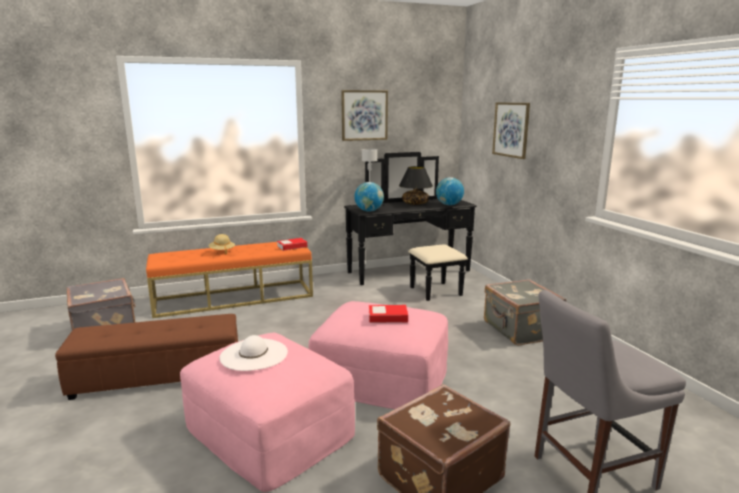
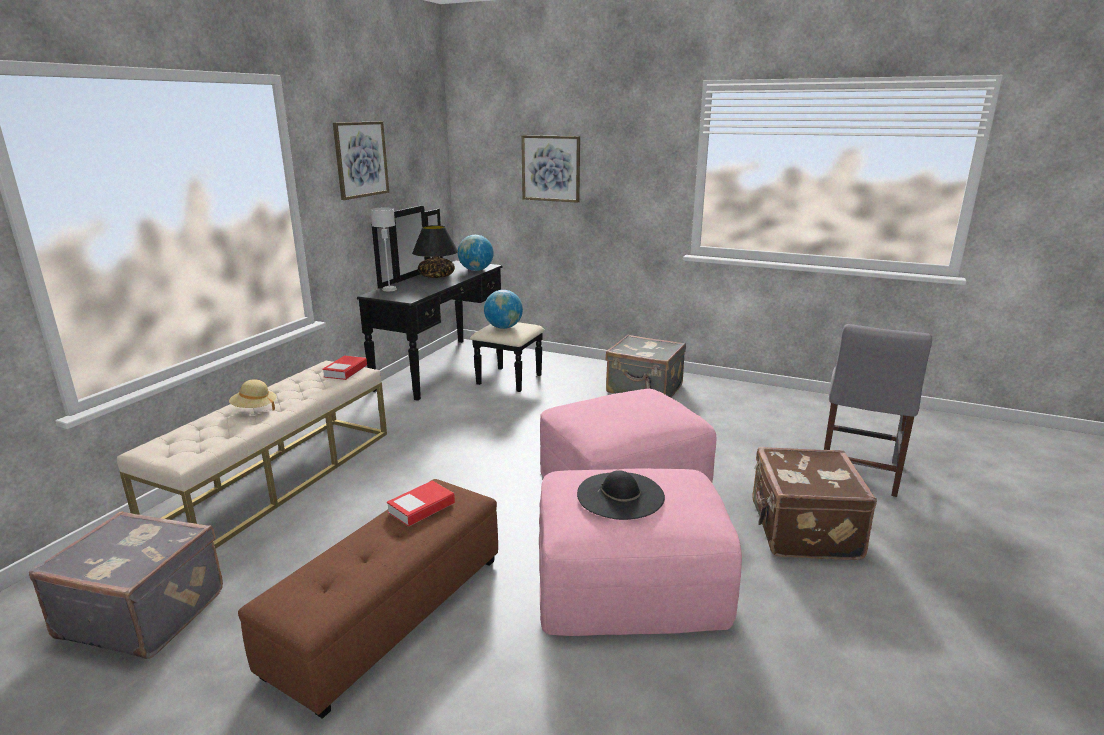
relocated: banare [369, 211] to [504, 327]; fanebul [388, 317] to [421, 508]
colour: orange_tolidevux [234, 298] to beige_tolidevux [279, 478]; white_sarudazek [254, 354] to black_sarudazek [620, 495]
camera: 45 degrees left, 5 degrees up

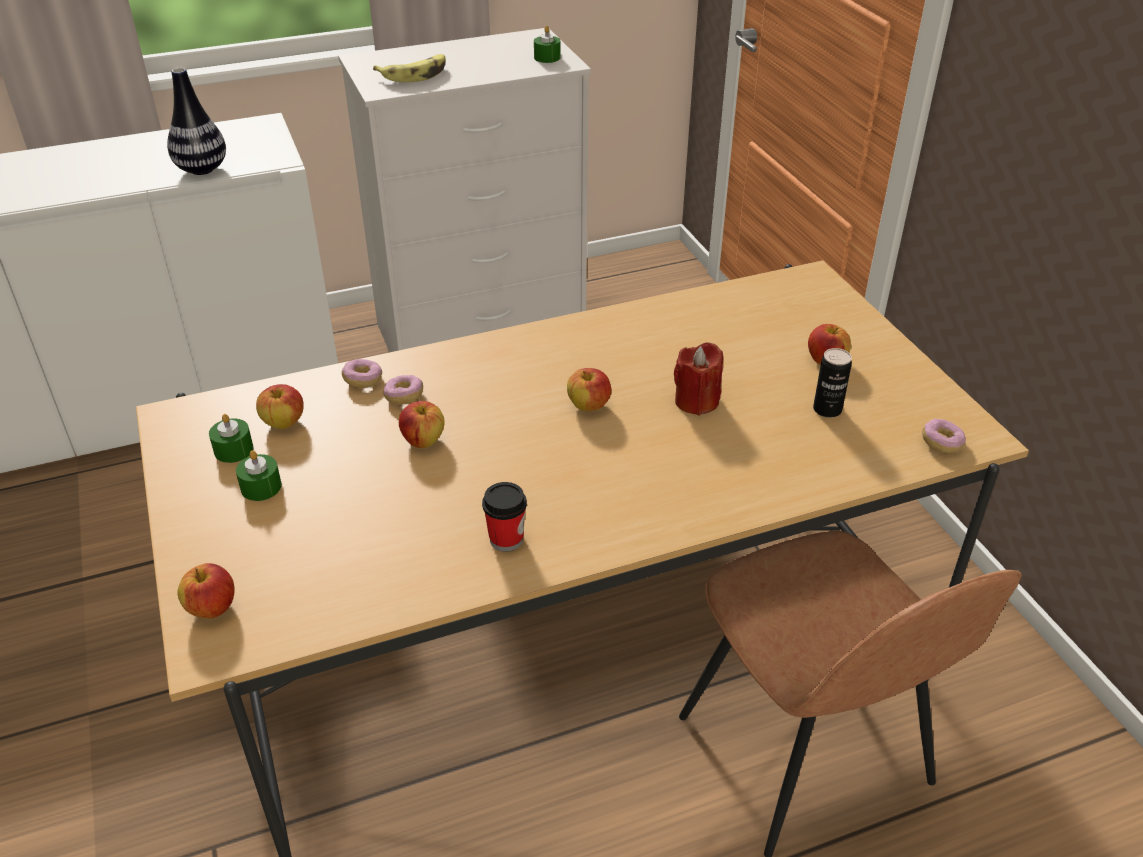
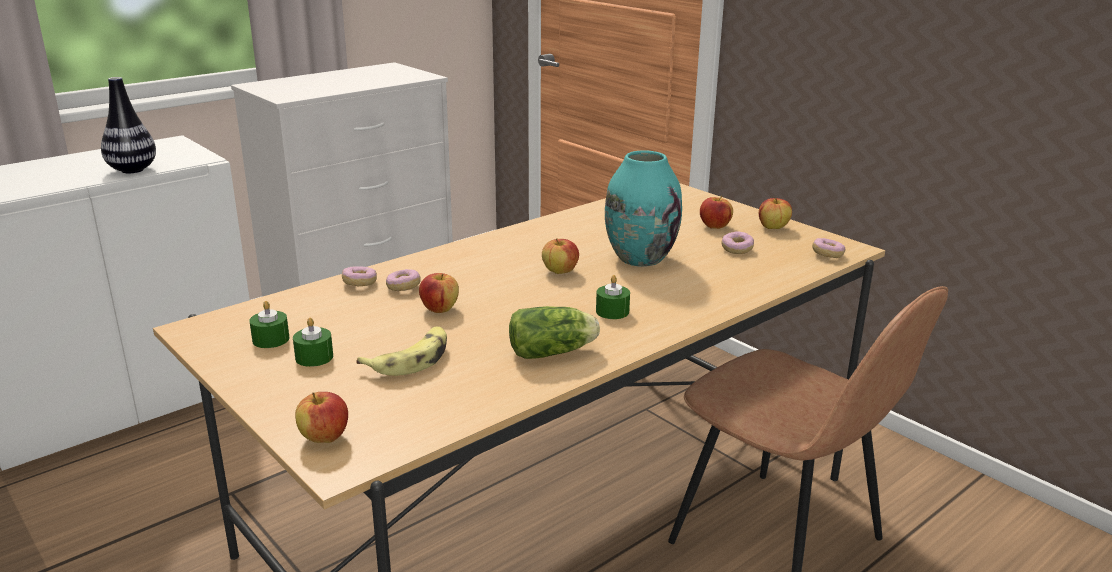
relocated: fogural [284, 423] to [773, 227]; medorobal [415, 74] to [411, 359]; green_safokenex [547, 57] to [612, 311]
exchanged: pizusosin [506, 539] to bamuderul [554, 352]; red_safokenex [696, 401] to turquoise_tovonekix [640, 258]; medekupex [827, 409] to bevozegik [736, 249]
camera: 20 degrees left, 15 degrees down

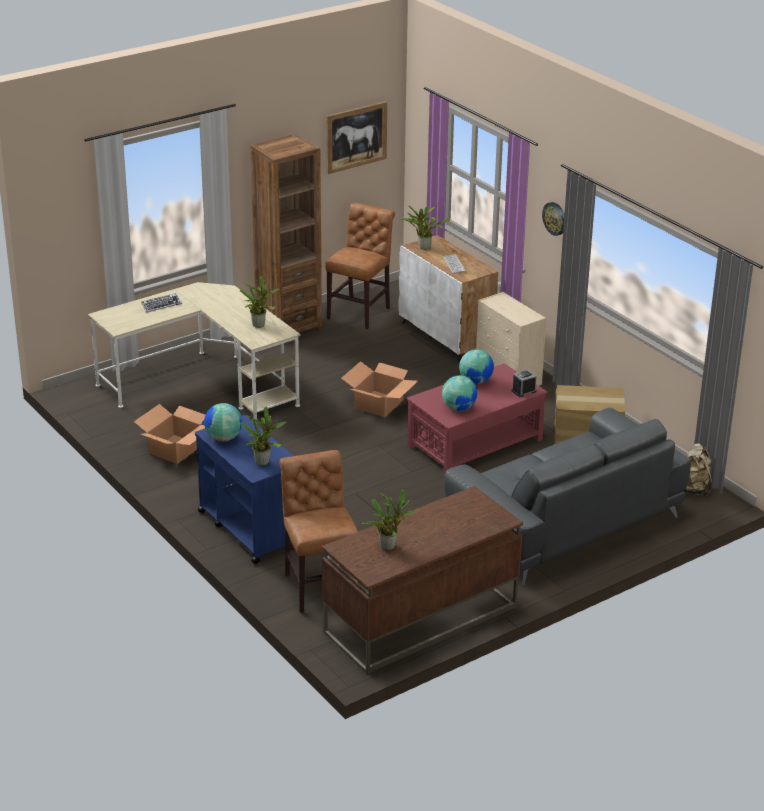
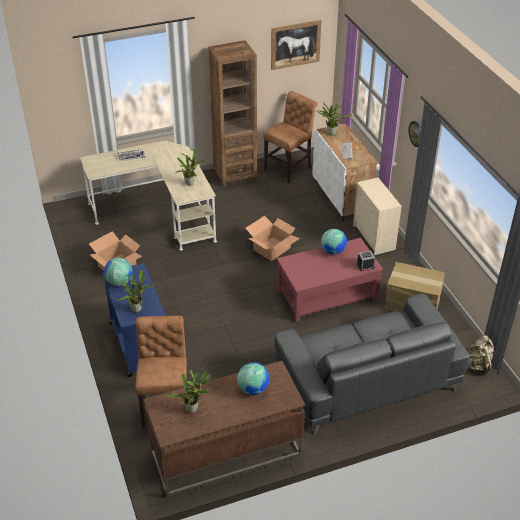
relocated: banare [459, 408] to [253, 389]
camera: 15 degrees right, 10 degrees up

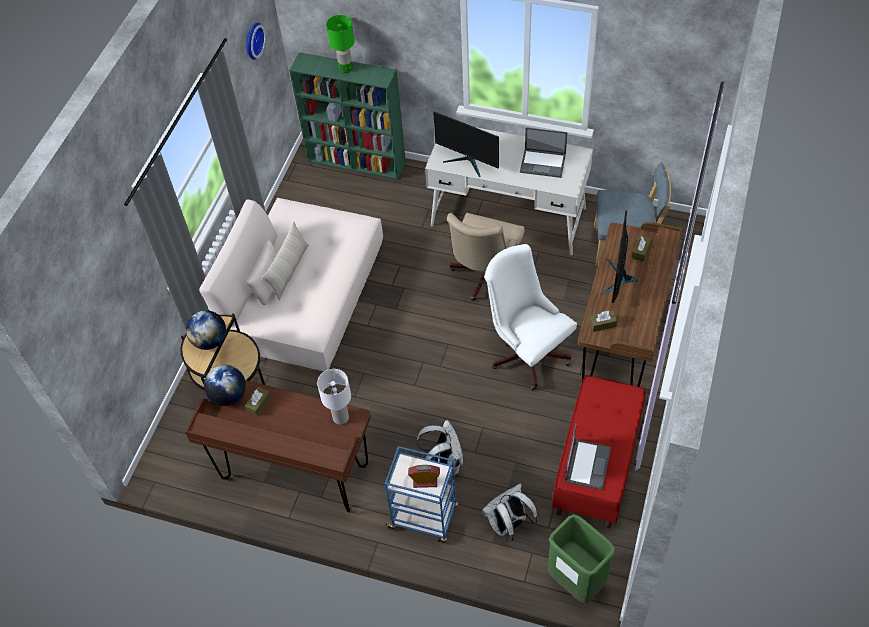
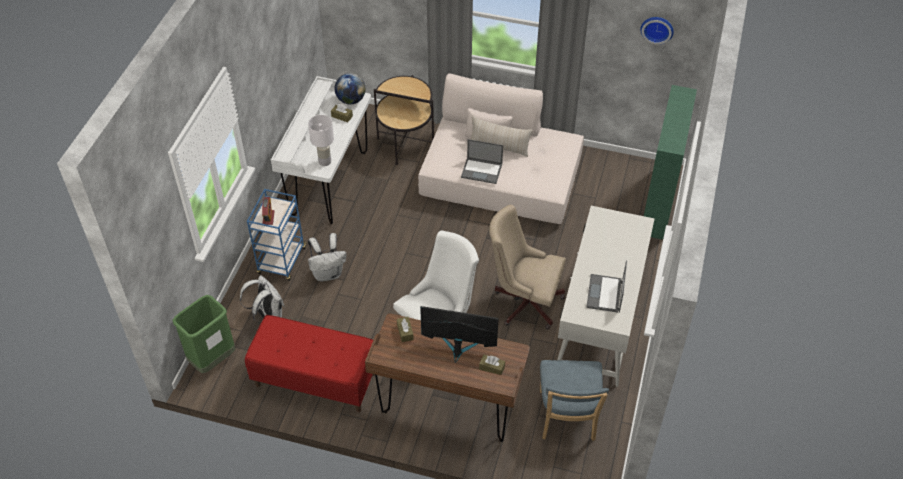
missing: banare [210, 341]; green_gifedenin [345, 68]; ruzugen [468, 161]
relocated: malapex [587, 464] to [482, 170]
colour: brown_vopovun [295, 473] to white_vopovun [329, 183]
camera: 85 degrees right, 5 degrees down

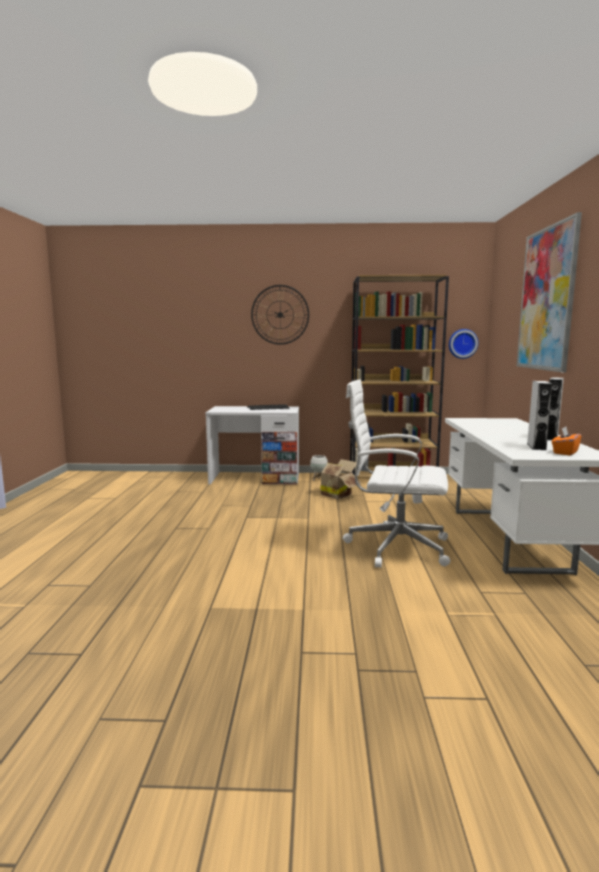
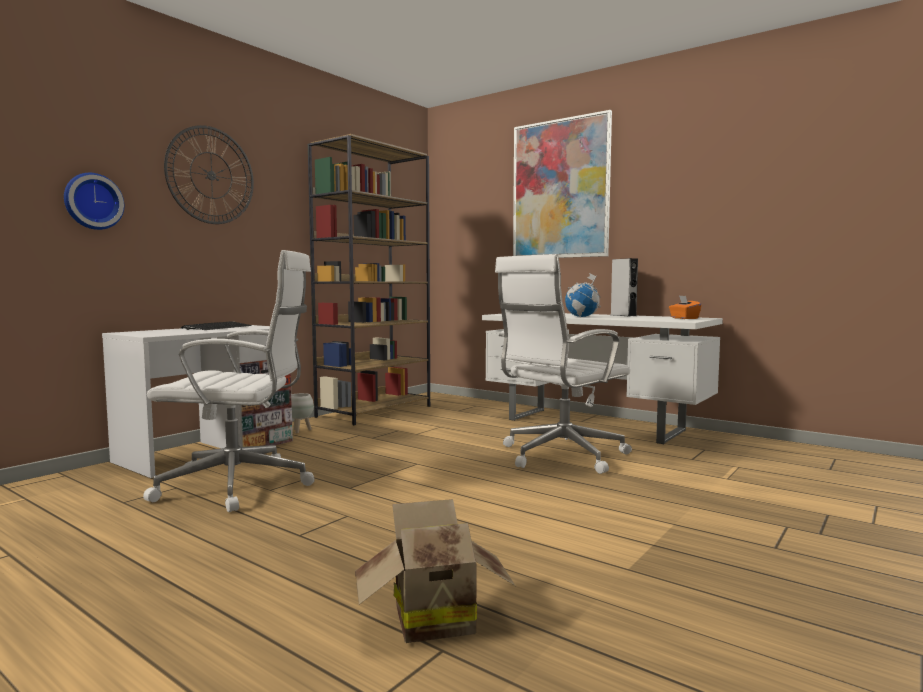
missing: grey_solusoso [536, 446]
appeared: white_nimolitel [240, 485]; banare [582, 317]
relocated: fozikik [336, 494] to [430, 618]; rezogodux [462, 343] to [92, 201]
camera: 55 degrees left, 5 degrees down

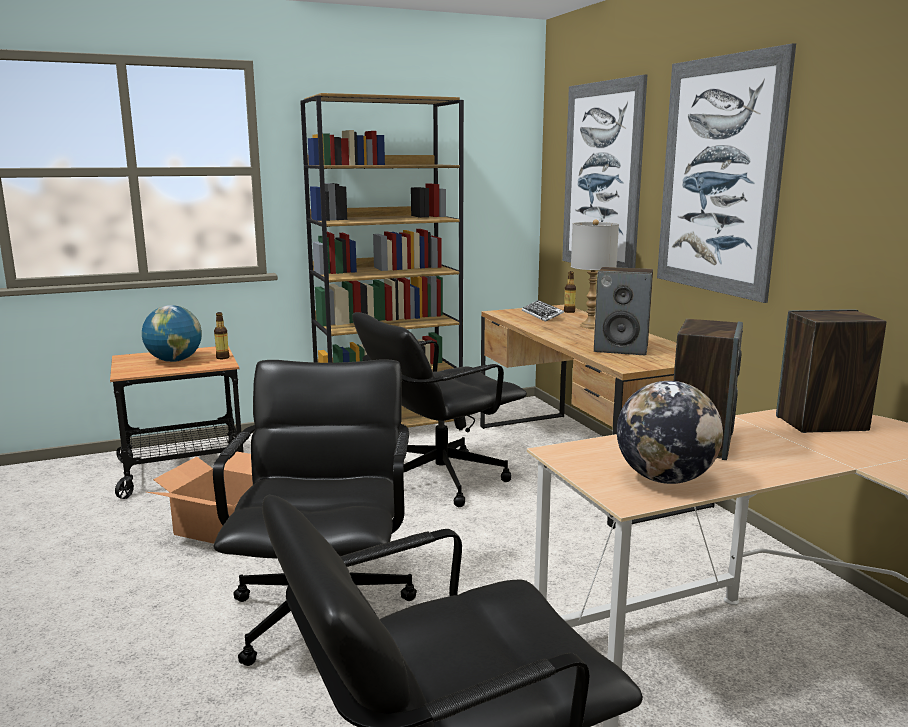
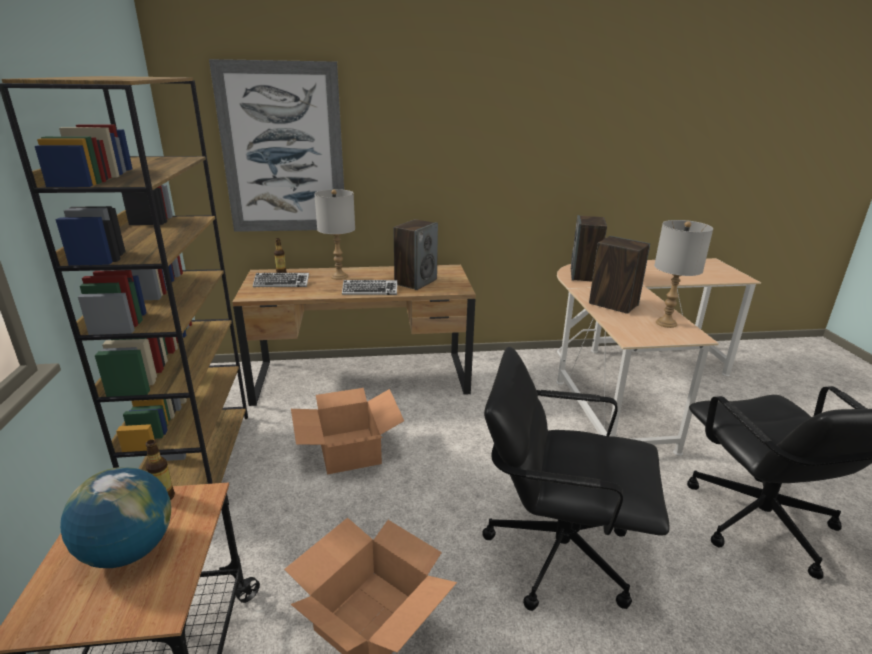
missing: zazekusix [719, 176]
appeared: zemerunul [370, 291]
exchanged: black_nimolitel [439, 479] to fozikik [348, 451]; banare [665, 479] to grey_gifedenin [666, 323]
camera: 75 degrees left, 10 degrees up

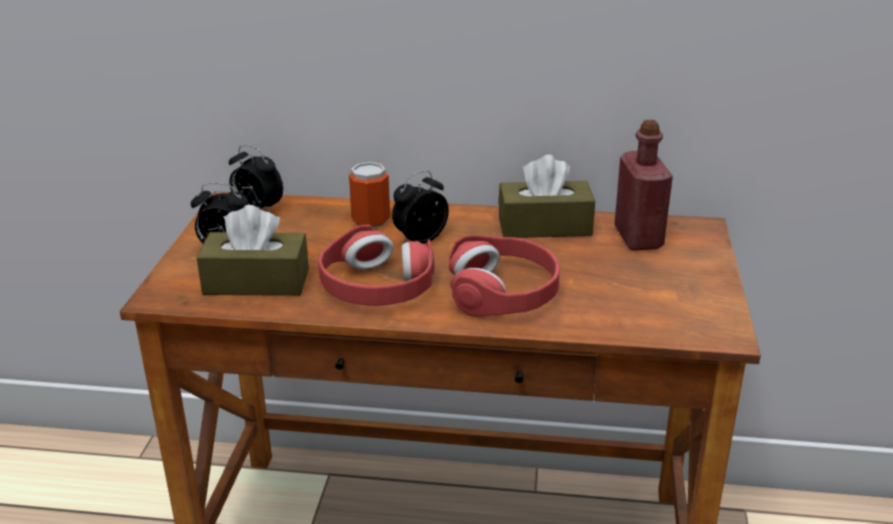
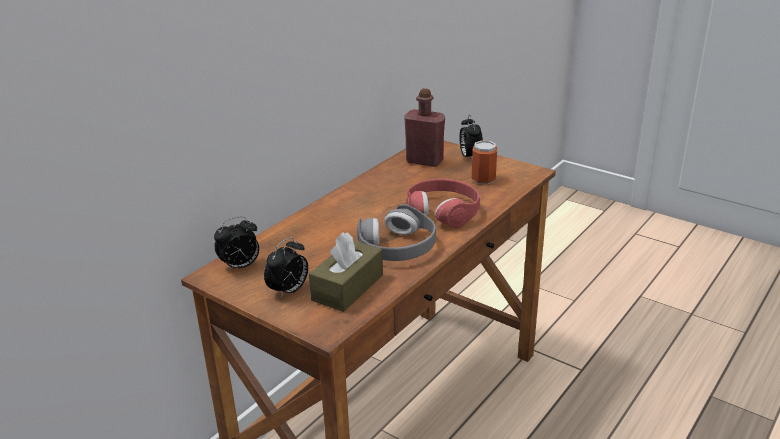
missing: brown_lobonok [544, 226]
relocated: medekupex [371, 221] to [483, 179]; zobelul [420, 240] to [470, 157]
colour: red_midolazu [377, 285] to grey_midolazu [397, 247]
camera: 60 degrees left, 0 degrees up

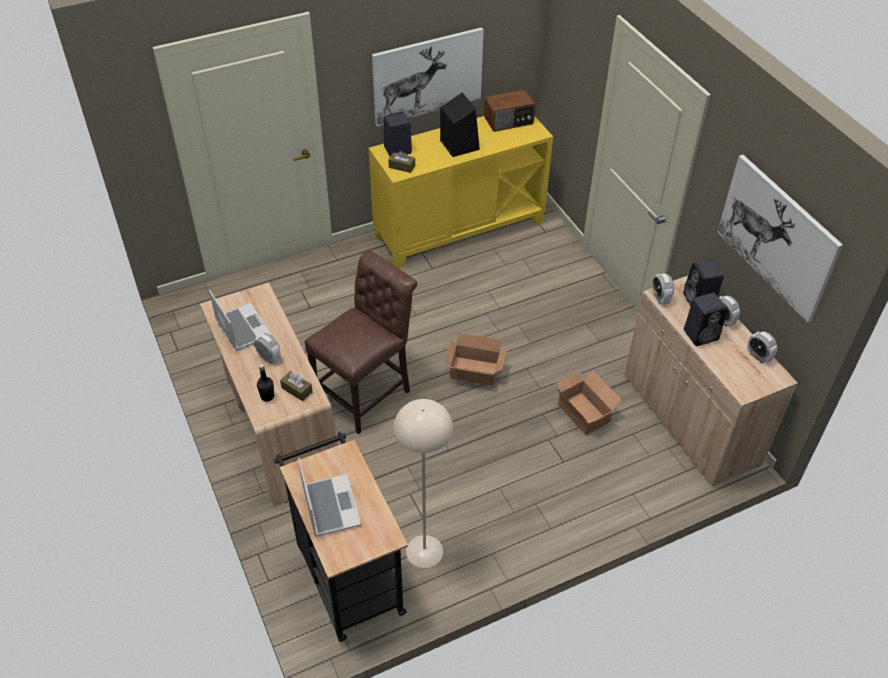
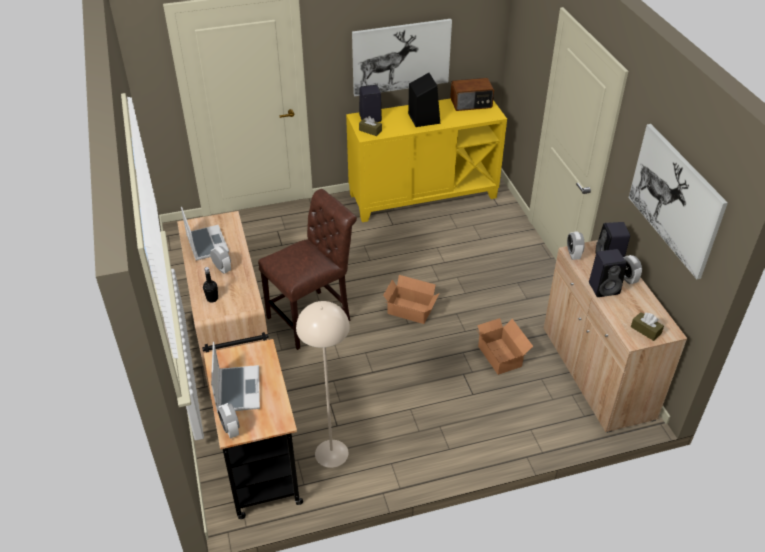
relocated: brown_lobonok [297, 390] to [645, 330]; zobelul [758, 356] to [230, 429]
camera: 10 degrees right, 5 degrees down

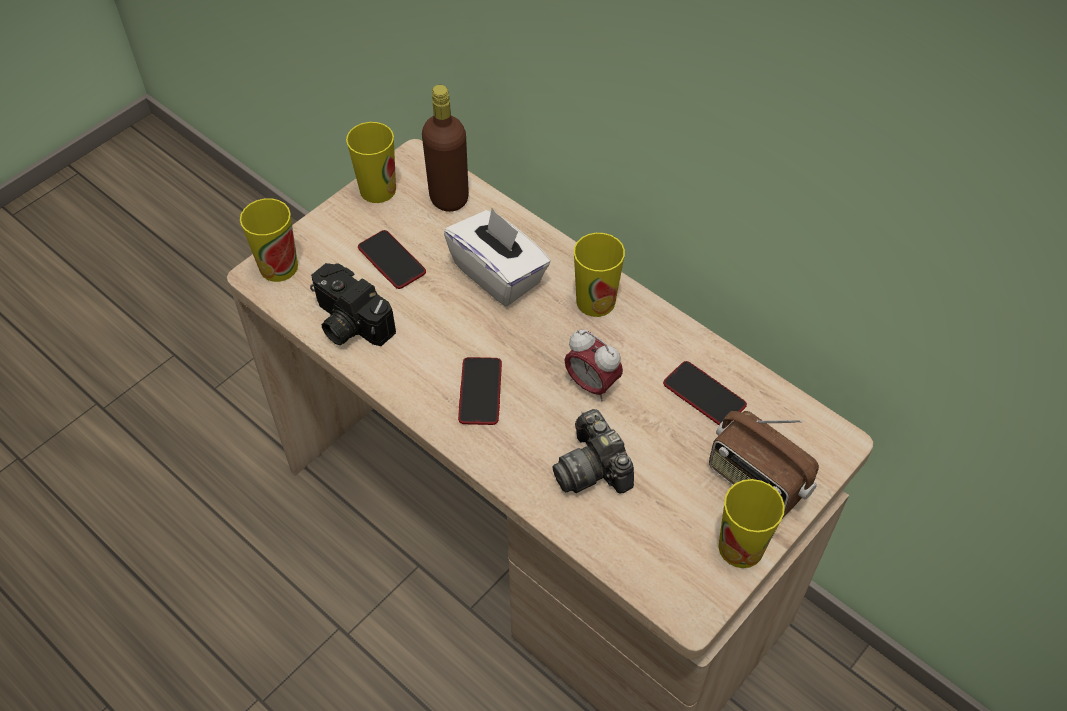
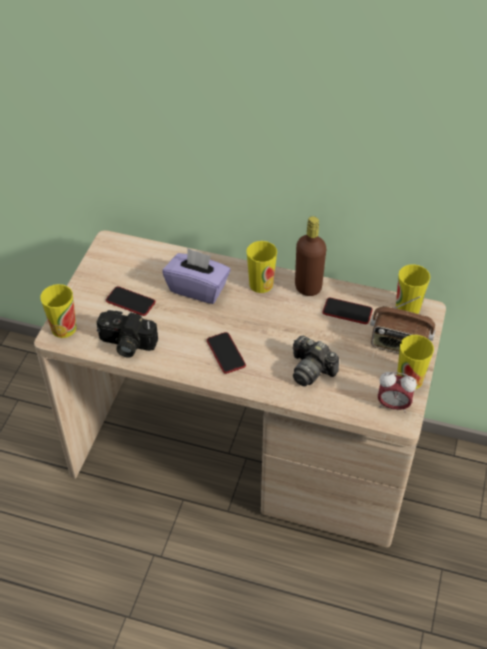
relocated: pizusosin [377, 189] to [407, 308]; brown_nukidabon [449, 198] to [308, 287]; zobelul [591, 385] to [393, 405]
colour: white_lobonok [498, 274] to purple_lobonok [198, 288]
camera: 25 degrees left, 5 degrees down

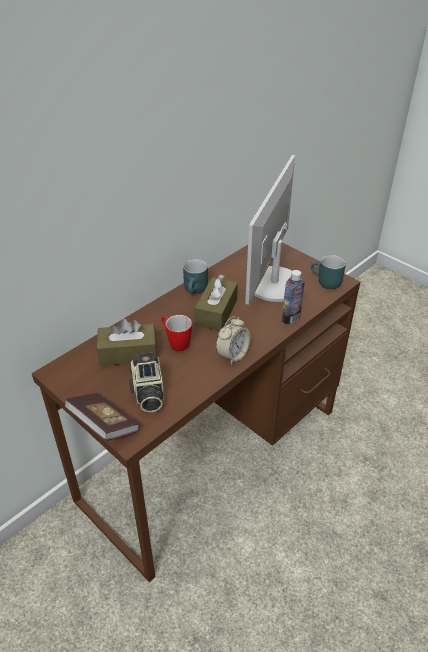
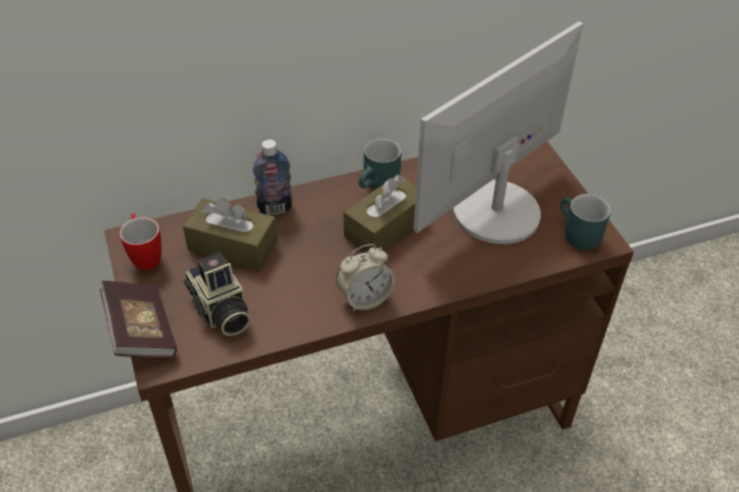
relocated: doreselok [175, 343] to [145, 256]; nukidabon [291, 318] to [275, 208]
spun: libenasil [147, 394] = [220, 311] 45 degrees counterclockwise
camera: 25 degrees right, 5 degrees up

